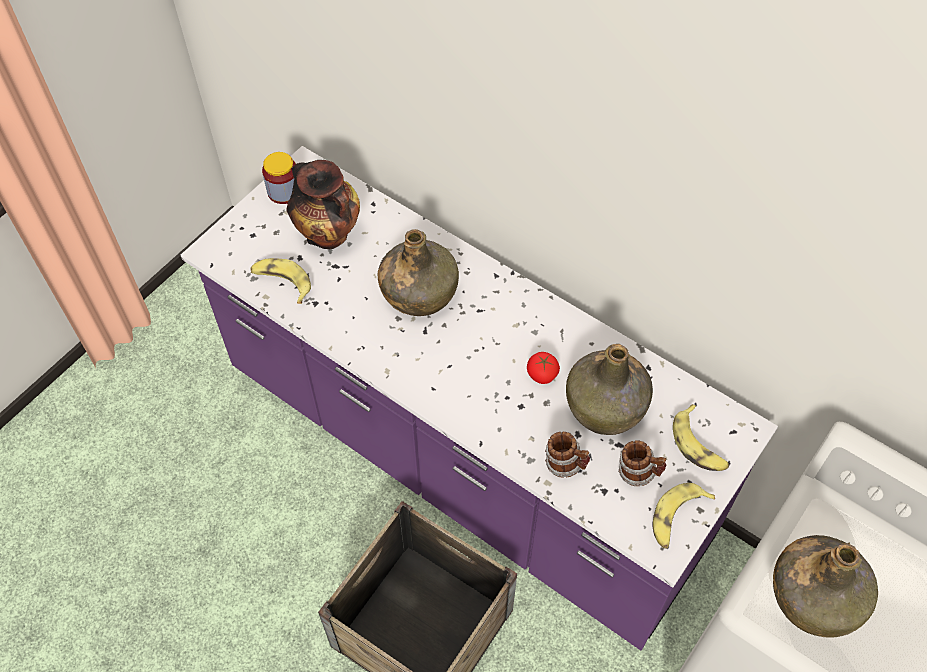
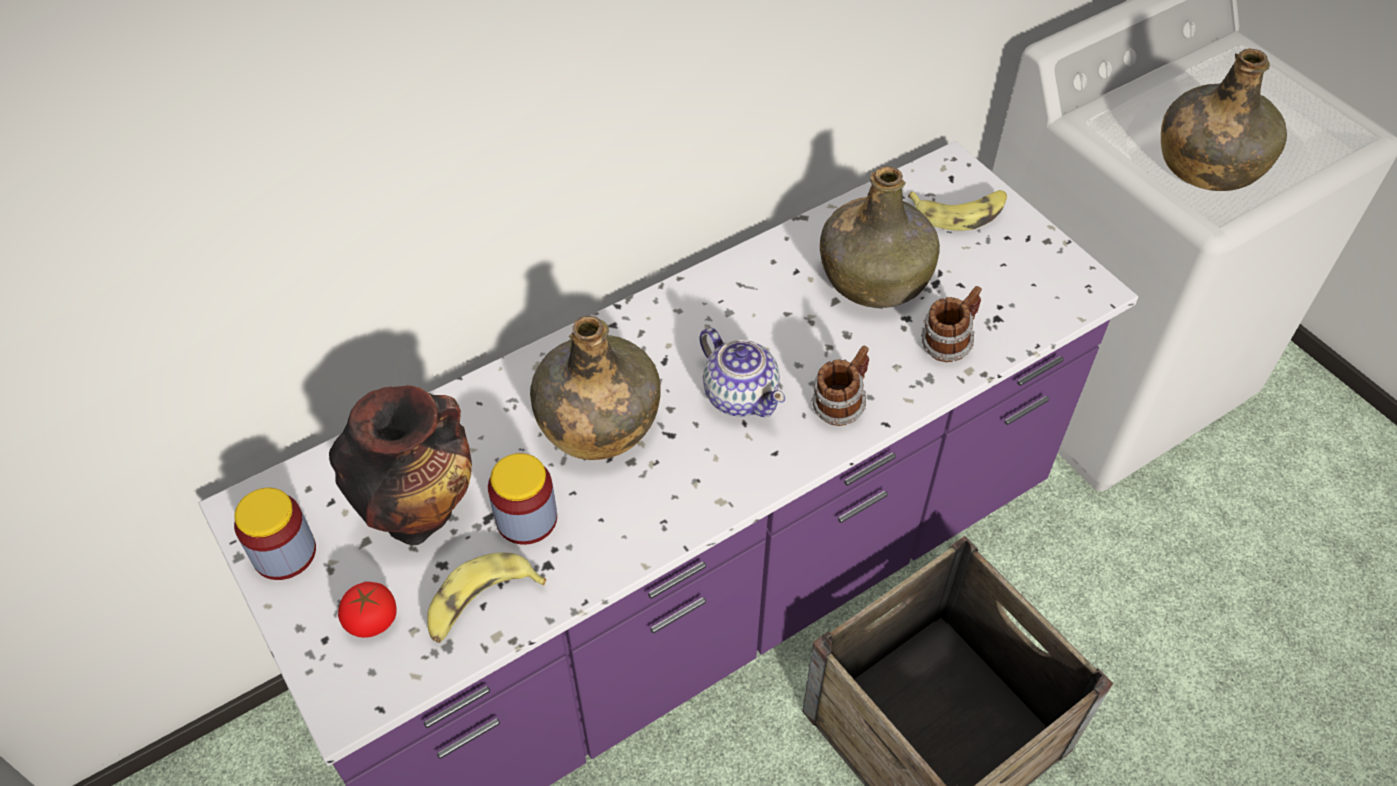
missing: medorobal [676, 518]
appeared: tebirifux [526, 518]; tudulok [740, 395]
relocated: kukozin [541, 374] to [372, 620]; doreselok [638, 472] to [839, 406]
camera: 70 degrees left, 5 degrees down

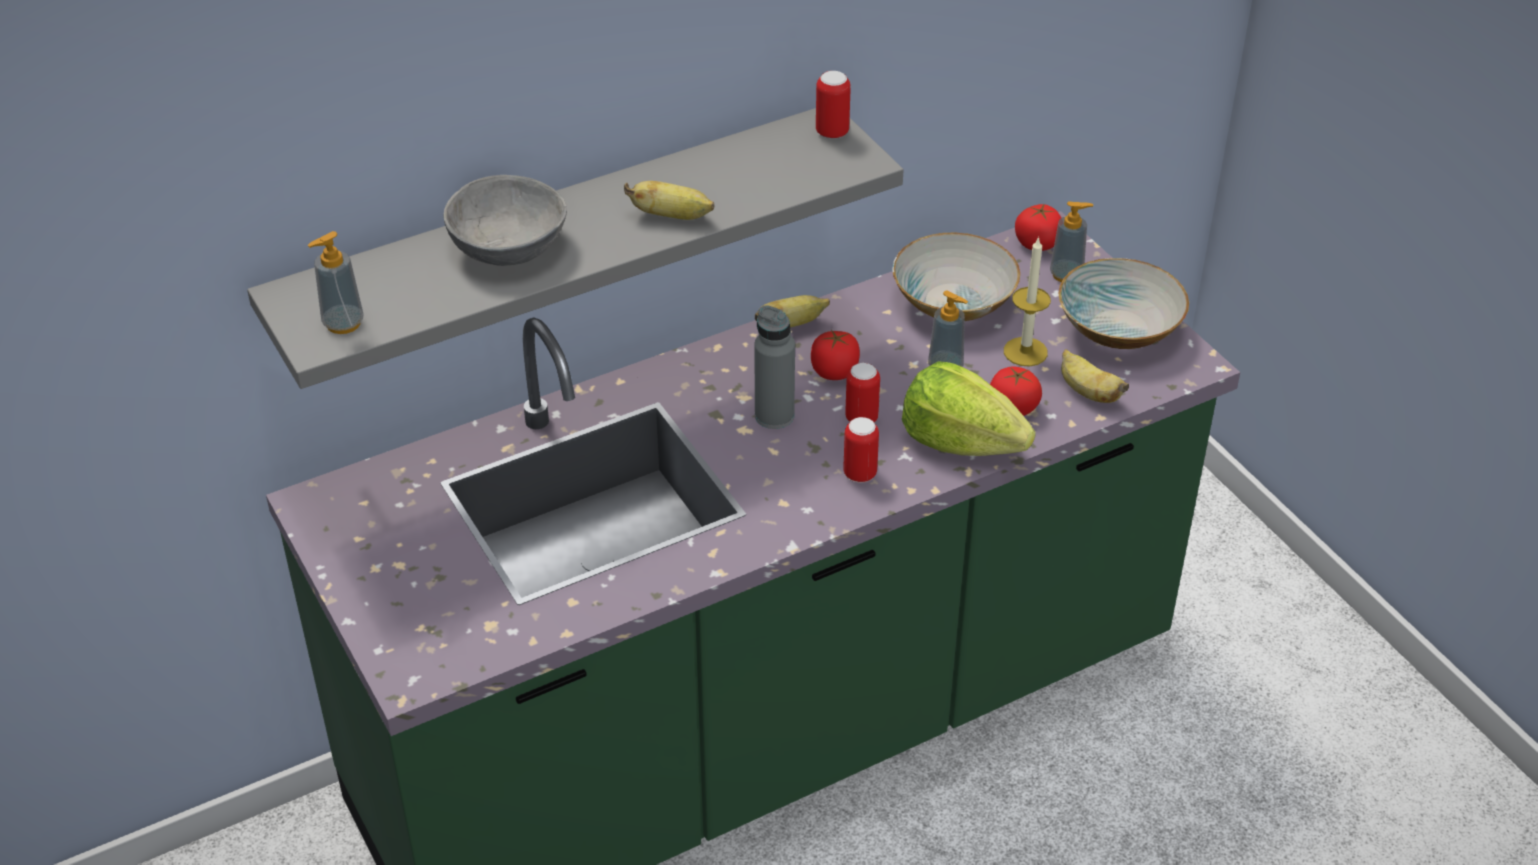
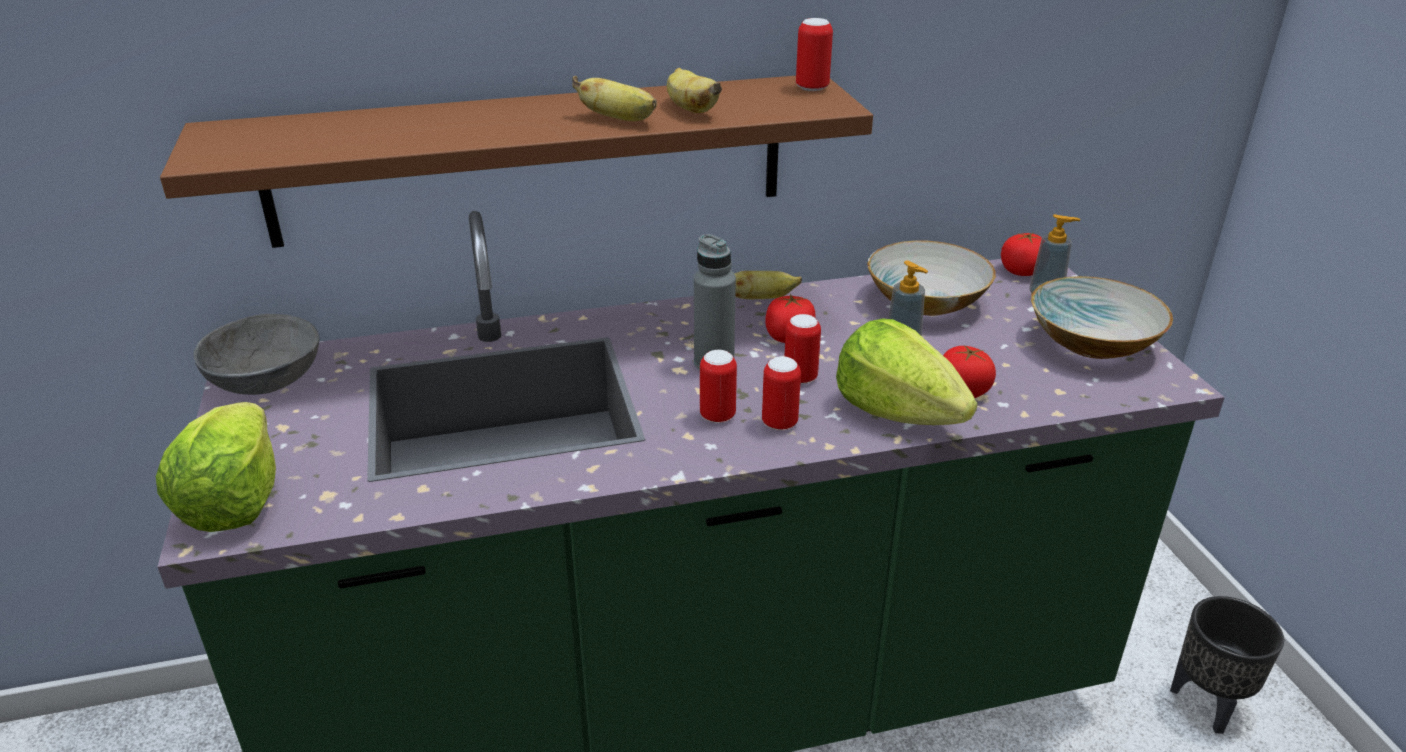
missing: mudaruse [343, 323]; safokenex [1025, 352]
appeared: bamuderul [235, 501]; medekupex [717, 416]; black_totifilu [1208, 704]
relocated: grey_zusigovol [506, 247] to [264, 380]; medorobal [1087, 392] to [690, 109]
colour: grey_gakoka [561, 243] to brown_gakoka [530, 159]
camera: 15 degrees right, 10 degrees down

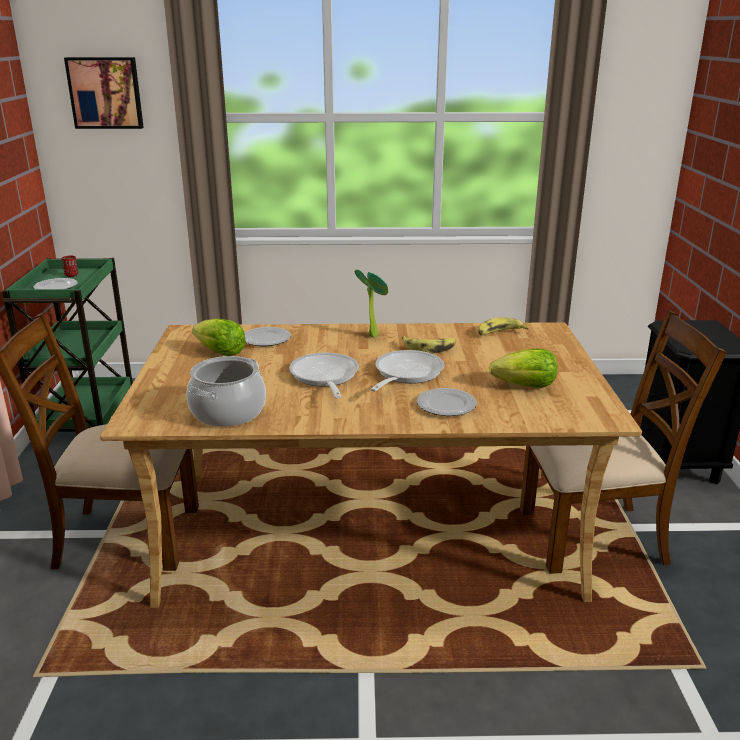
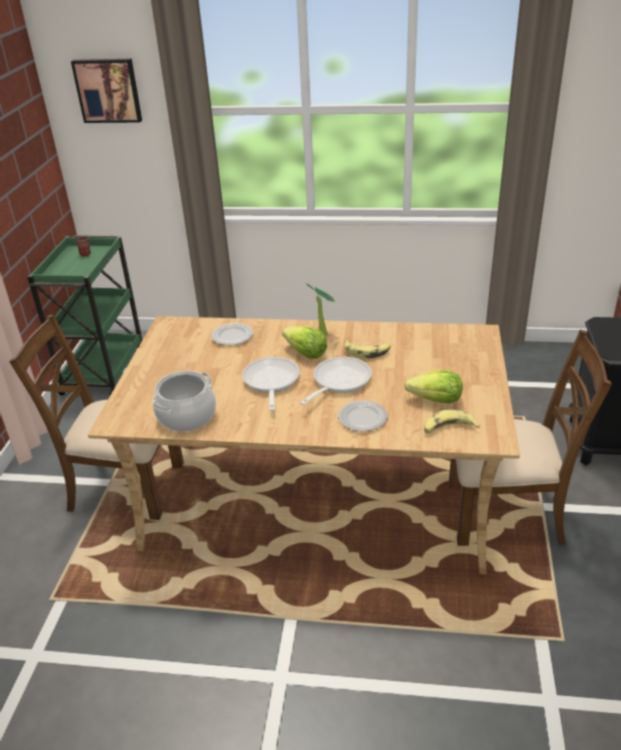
missing: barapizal [55, 287]
relocated: bamuderul [221, 353] to [306, 353]; medorobal [499, 333] to [448, 428]
camera: 10 degrees right, 10 degrees up

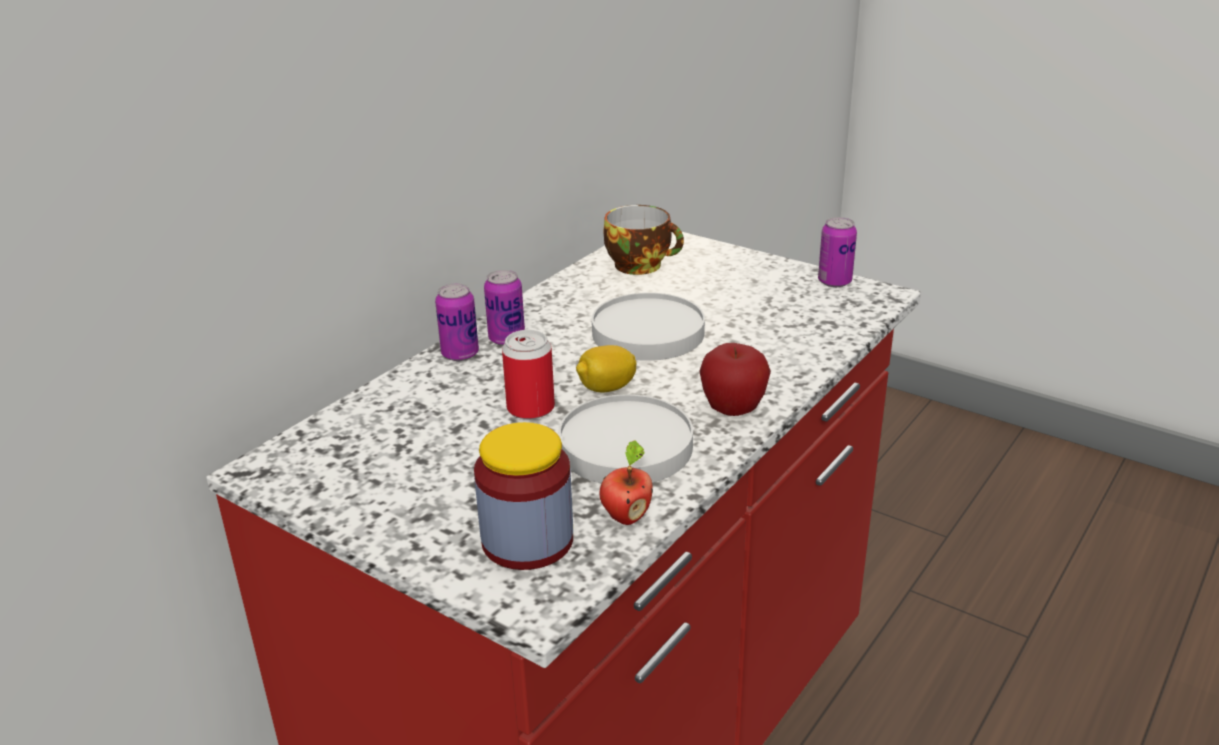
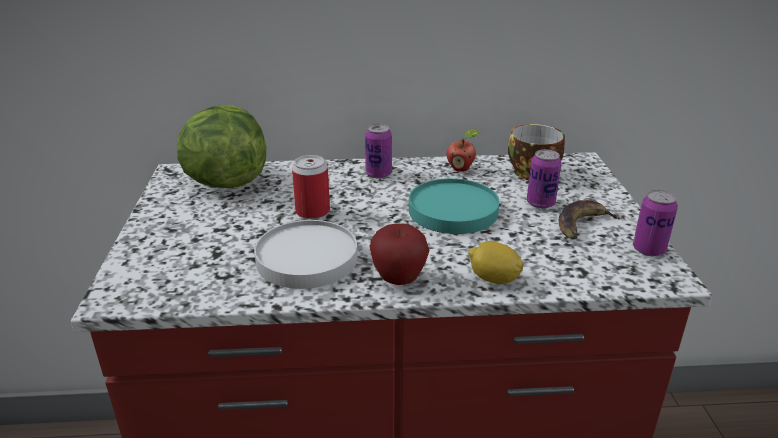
missing: tebirifux [527, 541]
appeared: bamuderul [225, 182]; medorobal [583, 225]
relocated: medekupex [460, 354] to [540, 203]; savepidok [606, 389] to [493, 279]; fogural [626, 516] to [461, 169]
colour: white_barapizal [649, 333] to turquoise_barapizal [453, 211]
camera: 50 degrees right, 0 degrees up

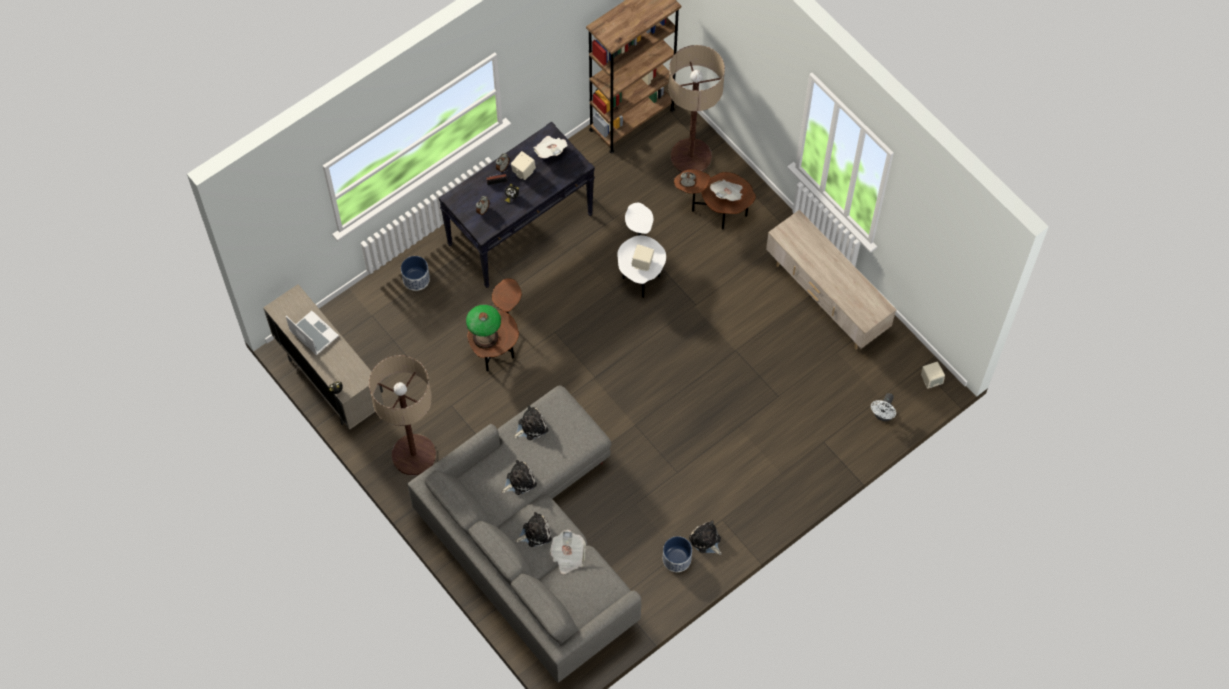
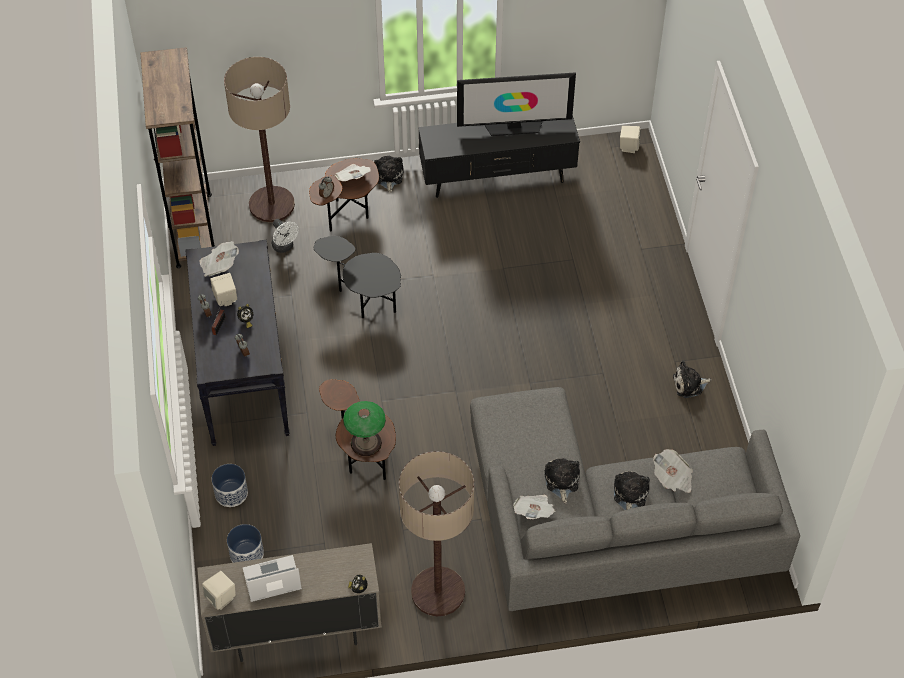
appeared: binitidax [514, 126]; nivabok [534, 512]
relocated: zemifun [531, 426] to [388, 177]; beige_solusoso [642, 263] to [221, 598]; totifilu [676, 558] to [246, 554]; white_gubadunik [882, 415] to [284, 247]
colour: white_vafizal [640, 270] to black_vafizal [364, 300]; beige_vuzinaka [825, 300] to black_vuzinaka [497, 179]
camera: 60 degrees left, 10 degrees down

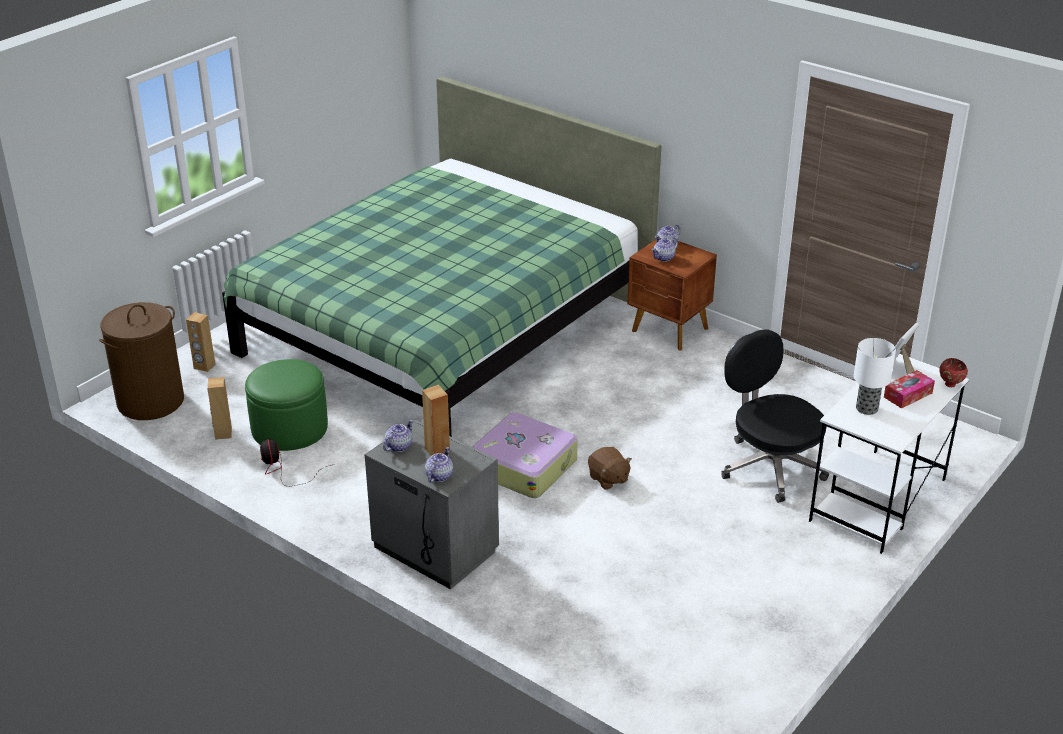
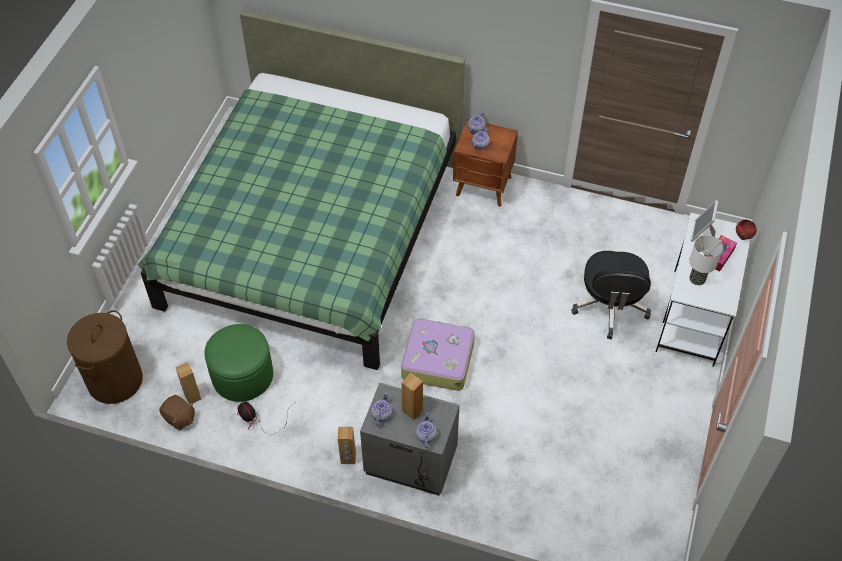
relocated: brown_solusoso [204, 366] to [348, 458]; brown_zemifun [608, 479] to [179, 418]
spun: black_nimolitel [770, 466] = [610, 307] 120 degrees counterclockwise
camera: 20 degrees left, 20 degrees up

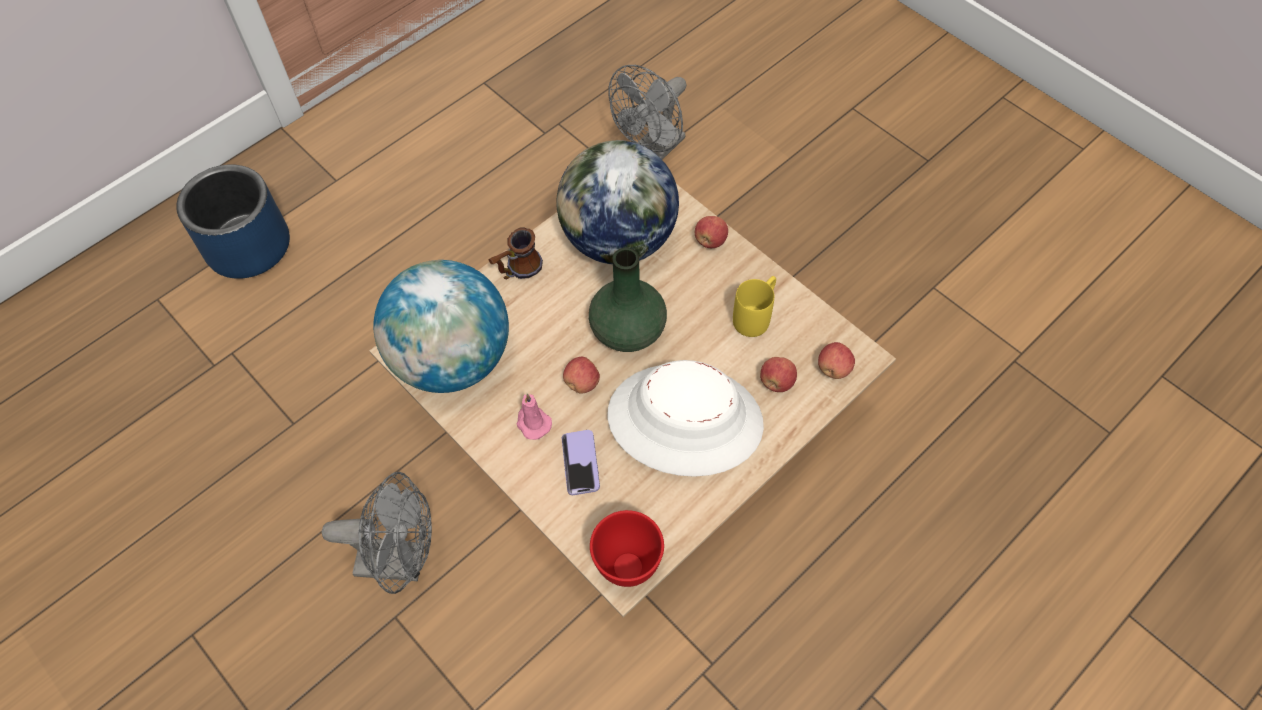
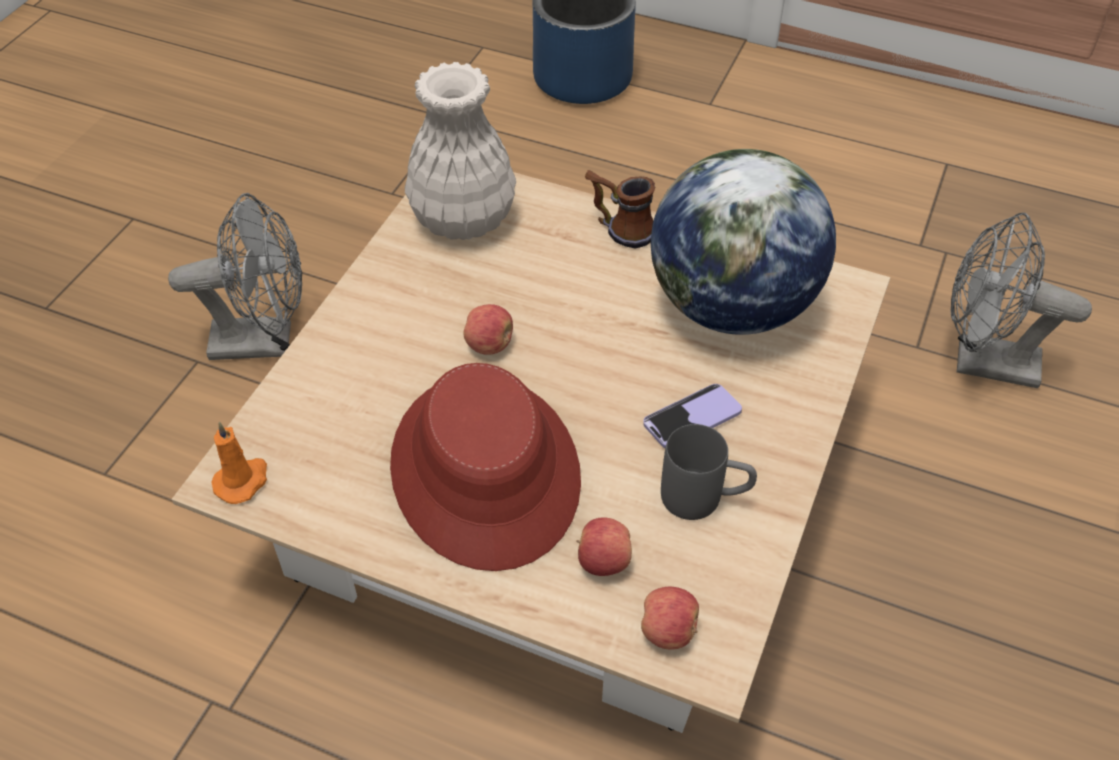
missing: pink_safokenex [532, 423]; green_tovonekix [627, 330]; fogural [710, 241]
relocated: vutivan [580, 463] to [692, 418]
exchanged: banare [452, 359] to white_tovonekix [461, 219]; red_zusigovol [628, 565] to orange_safokenex [242, 480]
colour: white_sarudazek [685, 419] to red_sarudazek [486, 470]; yellow_doreselok [756, 315] to grey_doreselok [704, 499]
spun: grey_gubadunik [402, 561] = [265, 341] 75 degrees counterclockwise
camera: 65 degrees right, 10 degrees down

